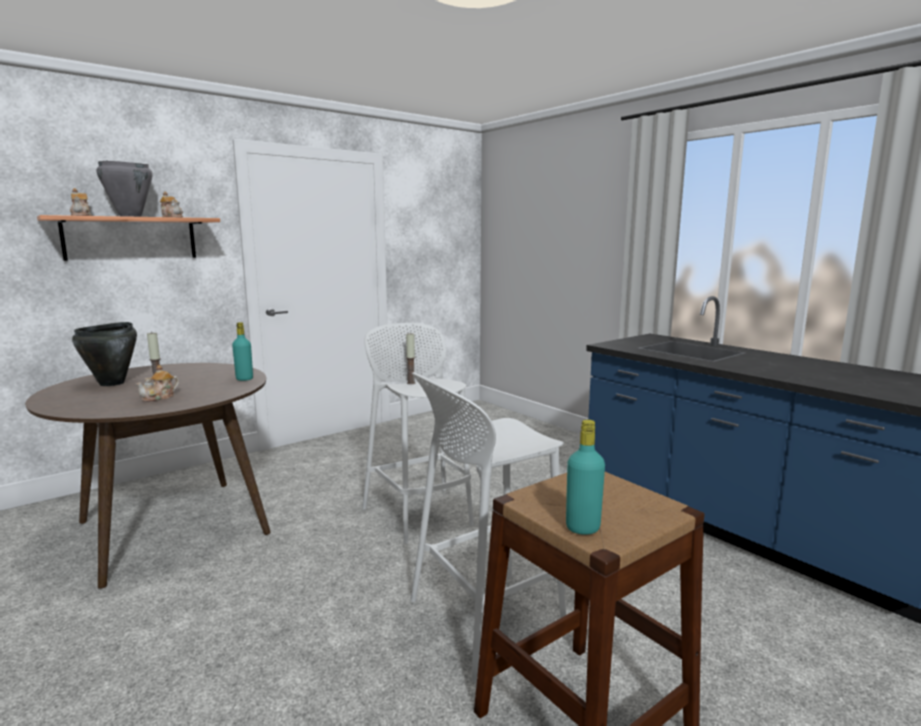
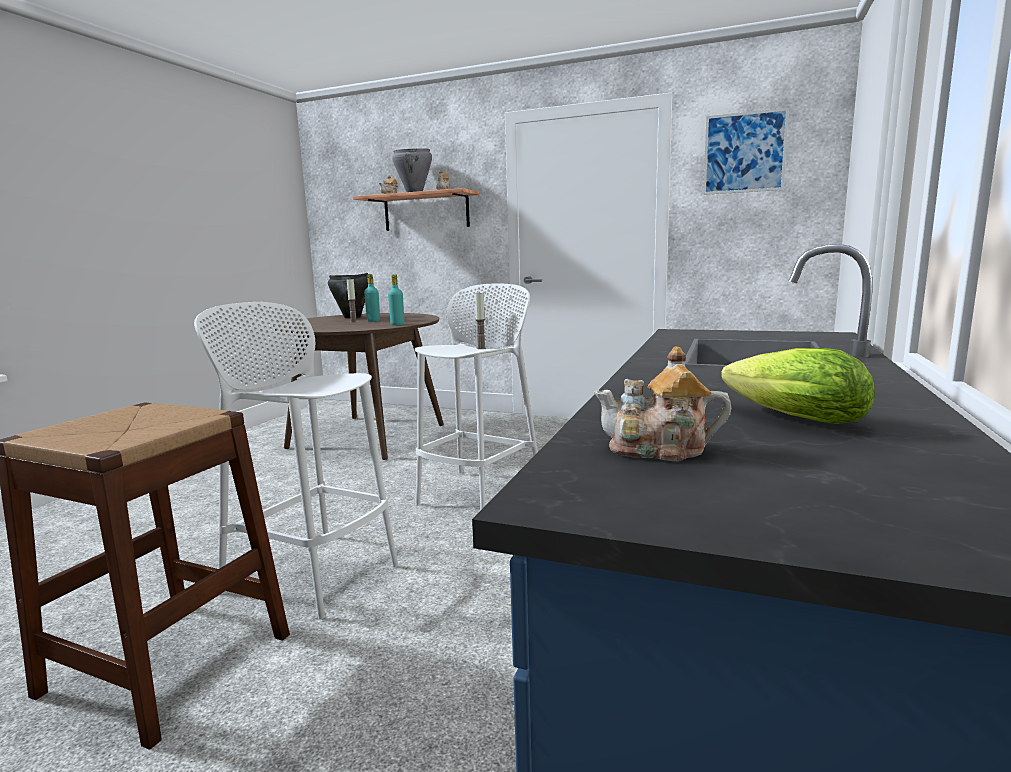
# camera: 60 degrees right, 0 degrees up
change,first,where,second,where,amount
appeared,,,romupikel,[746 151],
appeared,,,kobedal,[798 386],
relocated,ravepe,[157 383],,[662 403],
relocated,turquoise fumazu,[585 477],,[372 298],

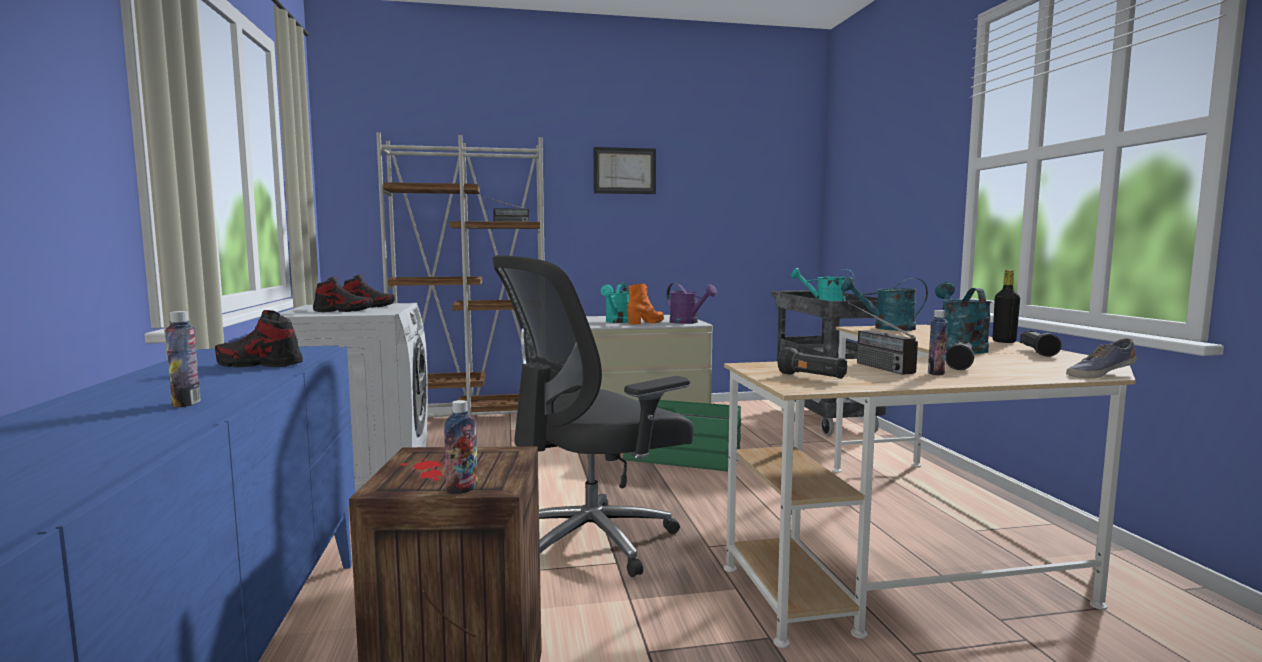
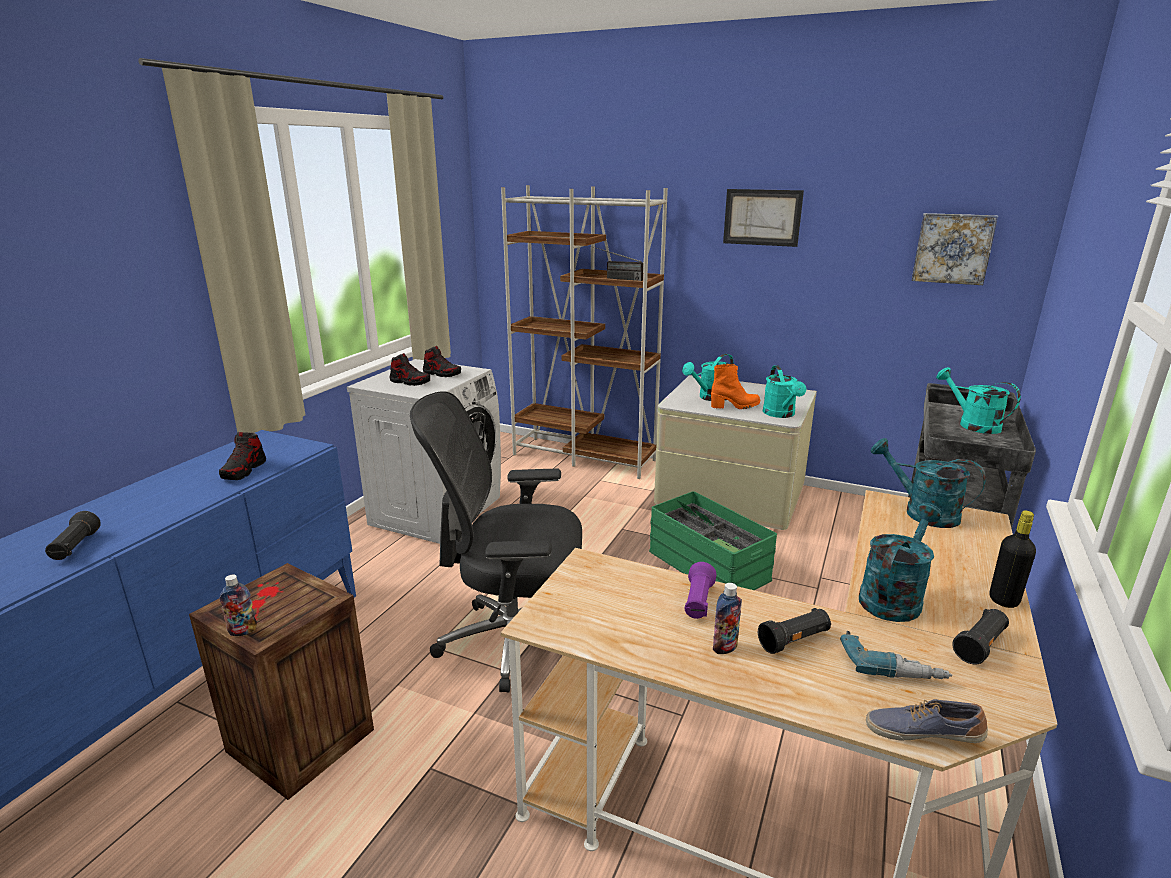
# camera: 35 degrees right, 15 degrees up
change,first,where,second,where,amount
missing,fumazu,[183 359],,,
appeared,,,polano,[896 655],
appeared,,,romupikel,[955 249],
relocated,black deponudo,[812 363],,[73 535],
exchanged,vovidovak,[883 338],purple deponudo,[700 590],
colour,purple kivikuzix,[692 303],turquoise kivikuzix,[784 391],
spun,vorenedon,[259 338],,[242 456],120 degrees counterclockwise

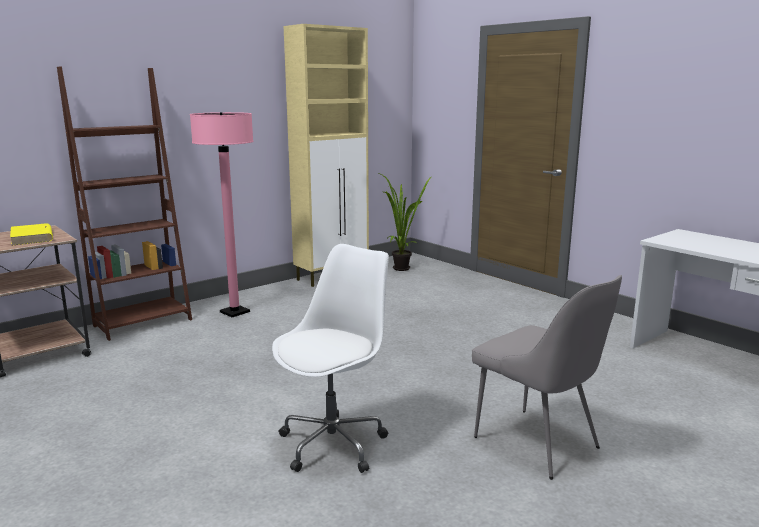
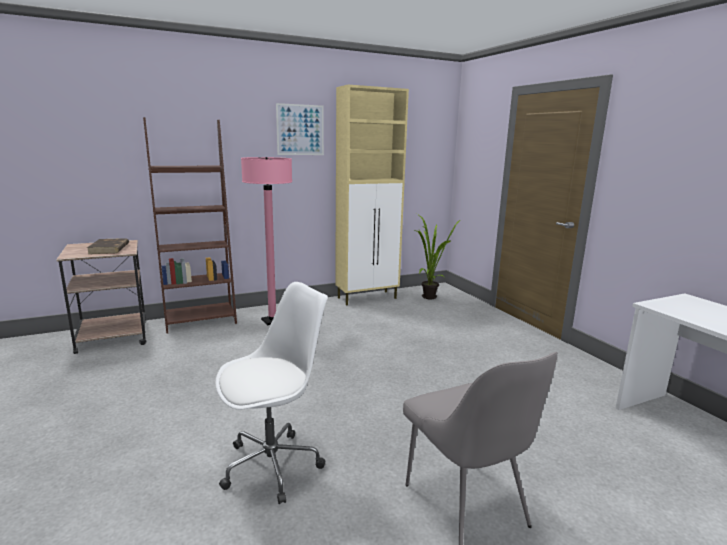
# camera: 15 degrees right, 0 degrees up
change,first,where,second,where,amount
appeared,,,romupikel,[300 129],
colour,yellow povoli,[31 234],brown povoli,[108 246],

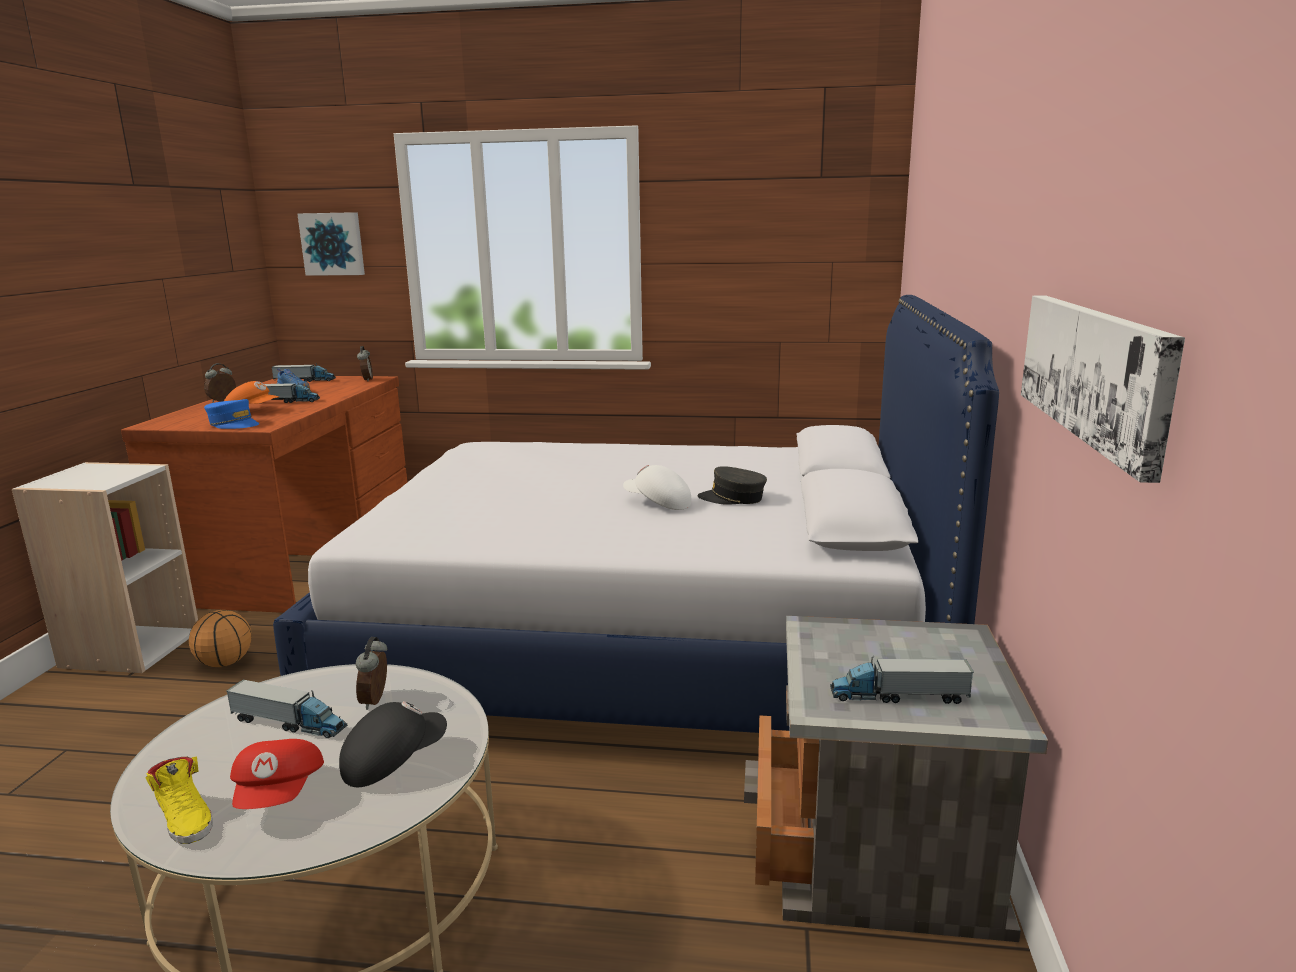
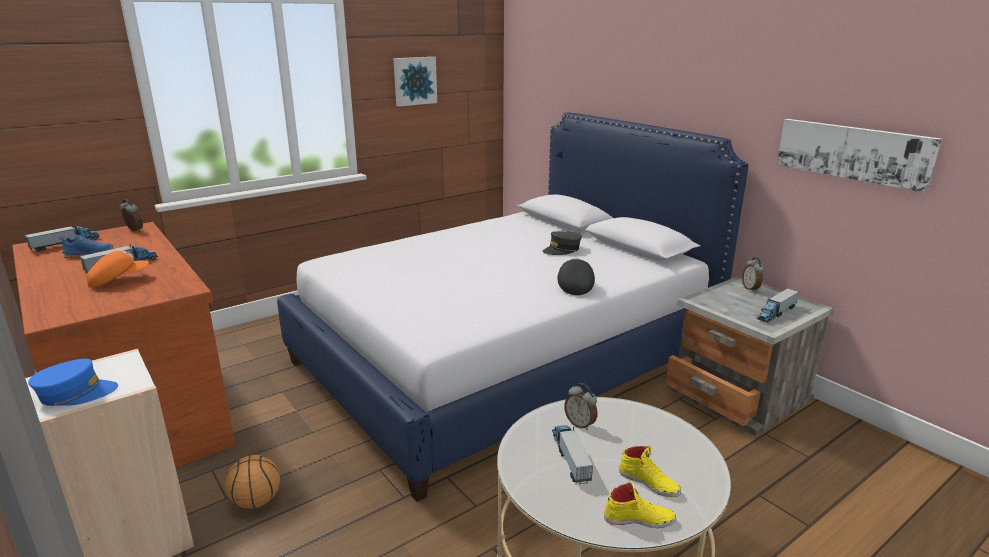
# camera: 45 degrees left, 5 degrees up
change,first,where,second,where,amount
missing,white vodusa,[657 487],,,
relocated,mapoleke,[220 382],,[753 274],
relocated,blue vodusa,[231 414],,[73 382],
relocated,romupikel,[331 244],,[415 81],
relocated,black vodusa,[393 744],,[576 276],
exchanged,red vodusa,[277 774],yellow vorenedon,[650 471],
spun,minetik,[286 708],,[572 454],75 degrees counterclockwise

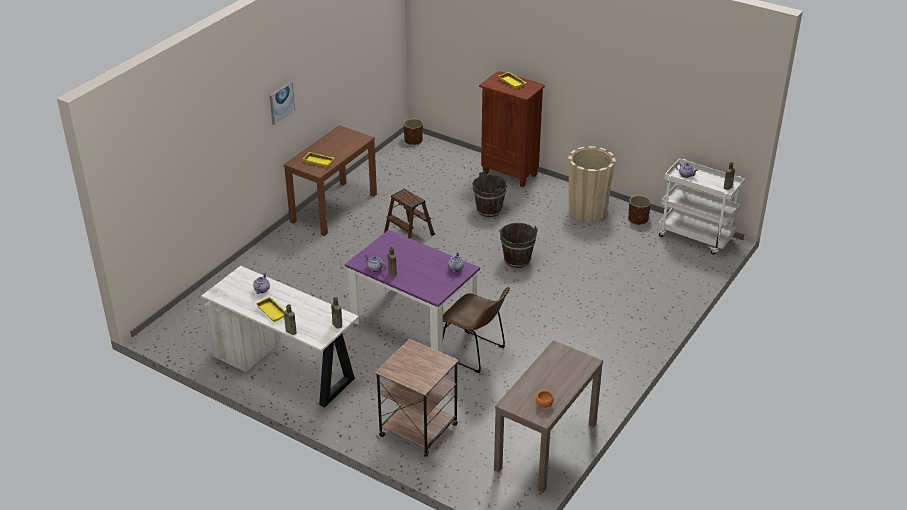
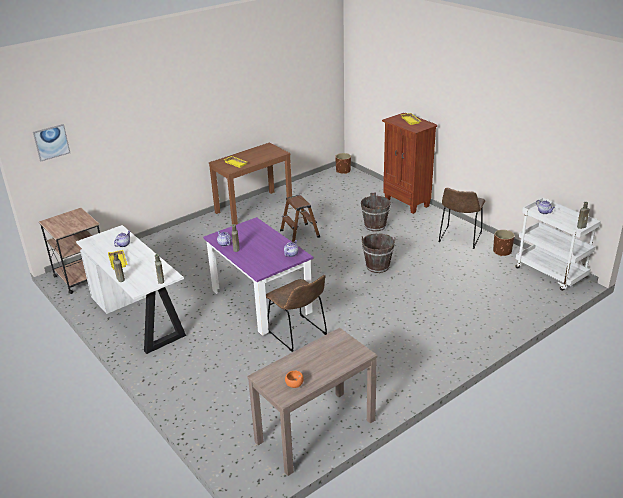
# camera: 20 degrees right, 5 degrees down
change,first,where,second,where,amount
relocated,romupikel,[282 103],,[51 142],
relocated,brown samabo,[417 398],,[69 251],
exchanged,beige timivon,[592 184],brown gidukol,[462 218],

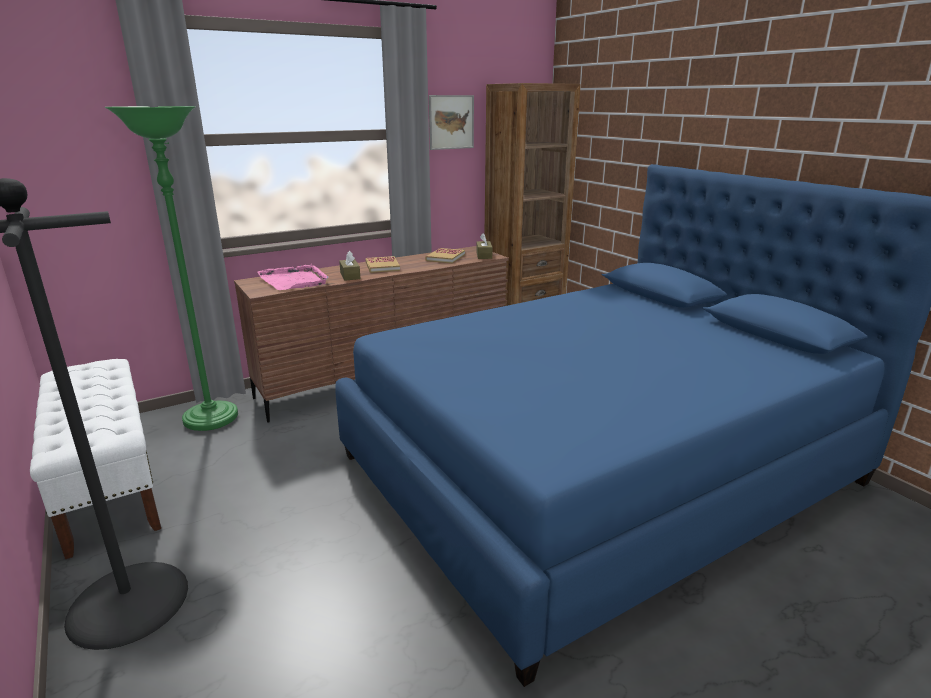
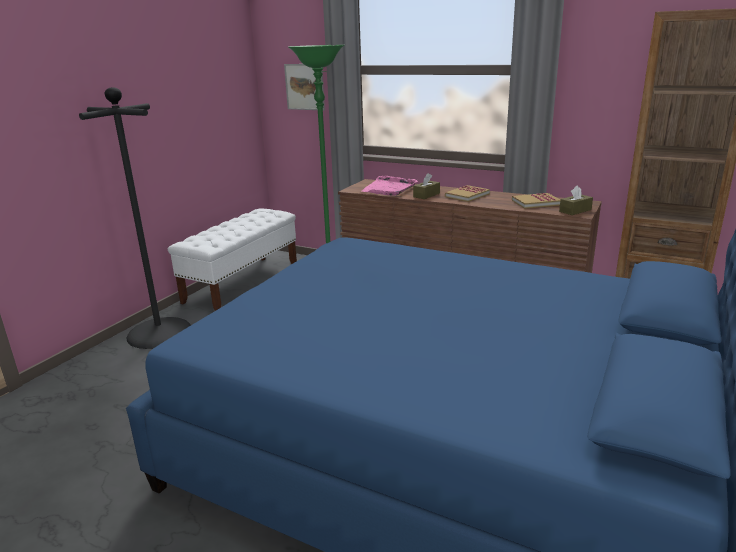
# camera: 60 degrees right, 0 degrees up
change,first,where,second,where,amount
relocated,romupikel,[451 122],,[304 87],

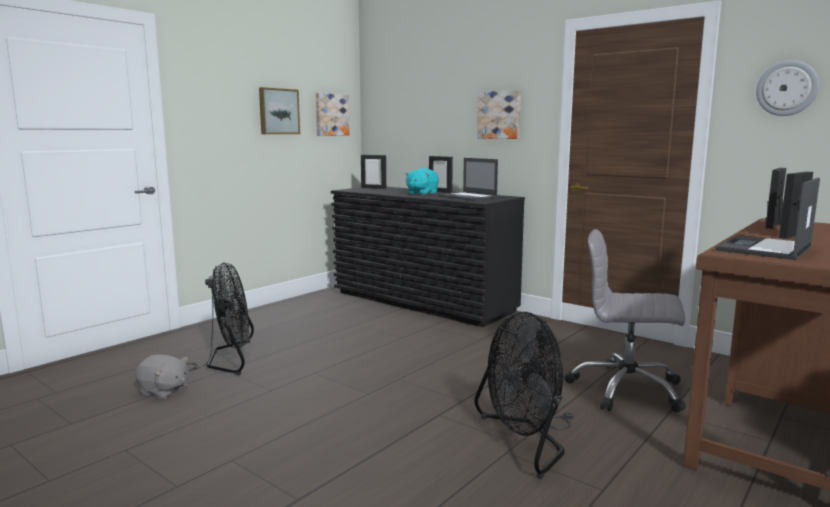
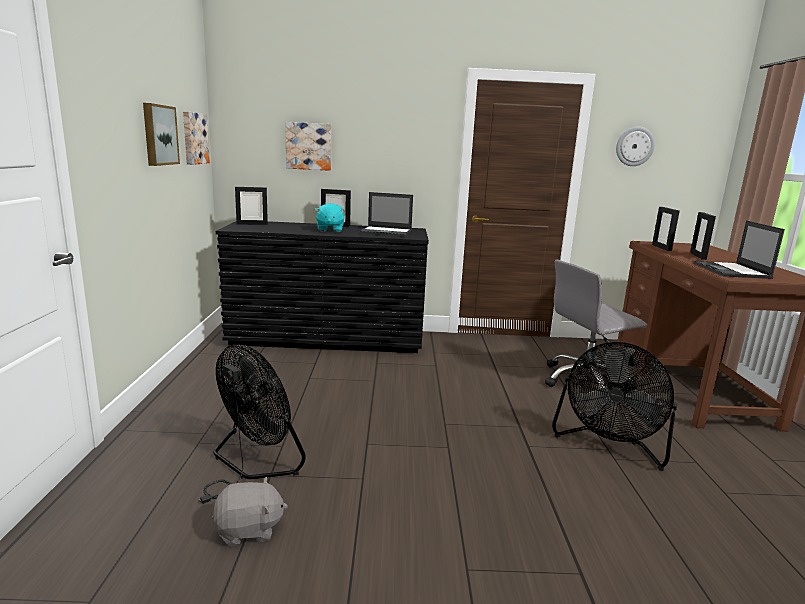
# camera: 40 degrees left, 5 degrees up
change,first,where,second,where,amount
relocated,romupikel,[499 114],,[308 146],

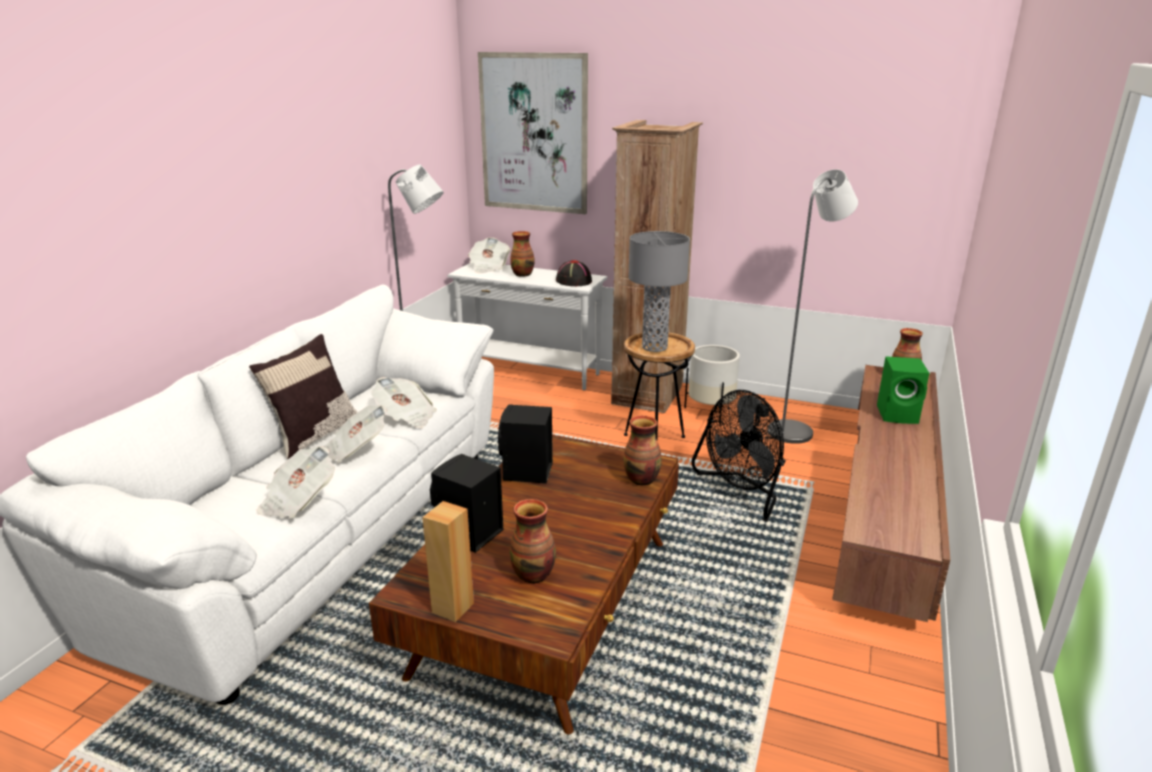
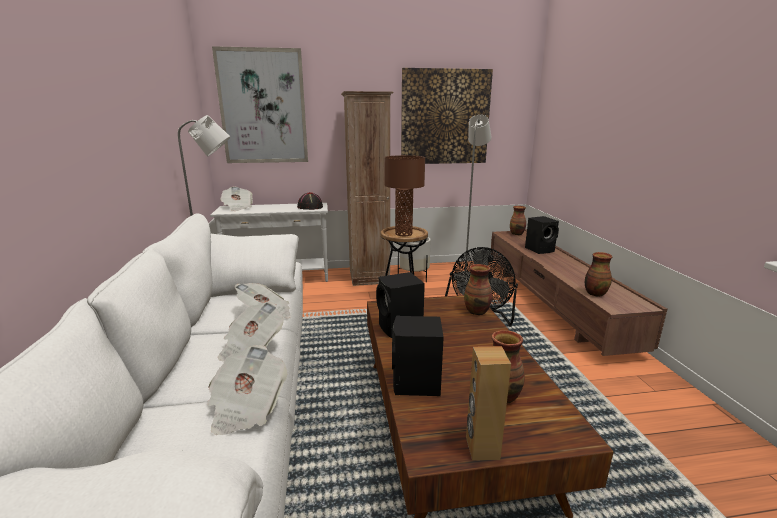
# camera: 30 degrees left, 5 degrees down
change,first,where,second,where,amount
missing,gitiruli,[303 396],,,
appeared,,,romupikel,[447 116],
relocated,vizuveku,[522 254],,[598 274],
colour,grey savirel,[659 291],brown savirel,[404 195],
colour,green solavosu,[903 390],black solavosu,[542 235],

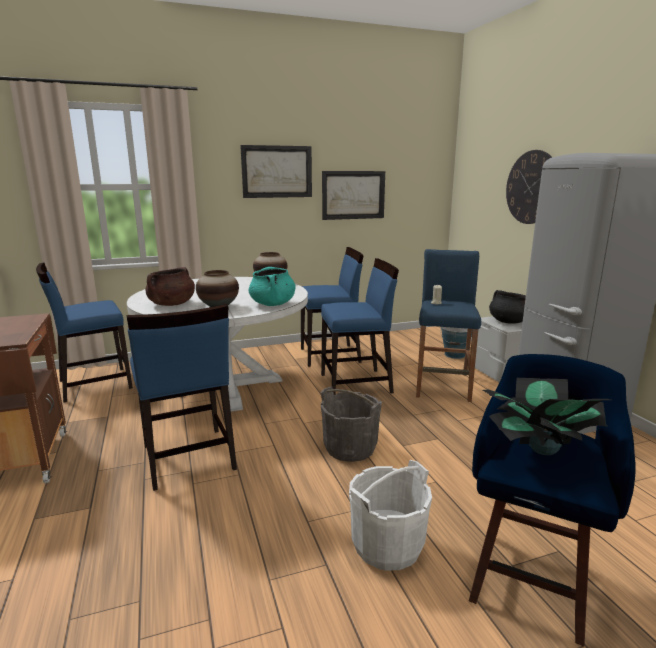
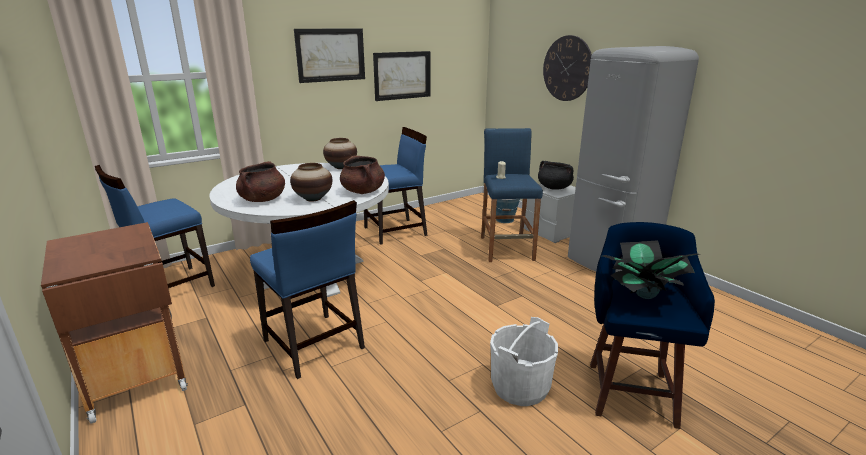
# camera: 15 degrees left, 5 degrees up
change,first,where,second,where,amount
missing,blue gidukol,[360 326],,,
missing,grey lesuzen,[351 424],,,
colour,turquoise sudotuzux,[272 286],brown sudotuzux,[362 175],

